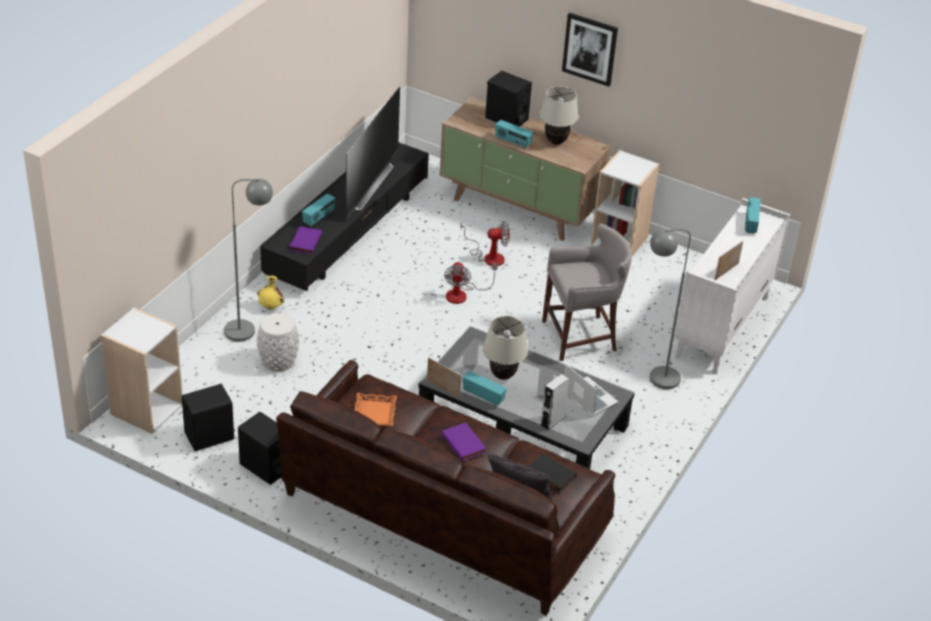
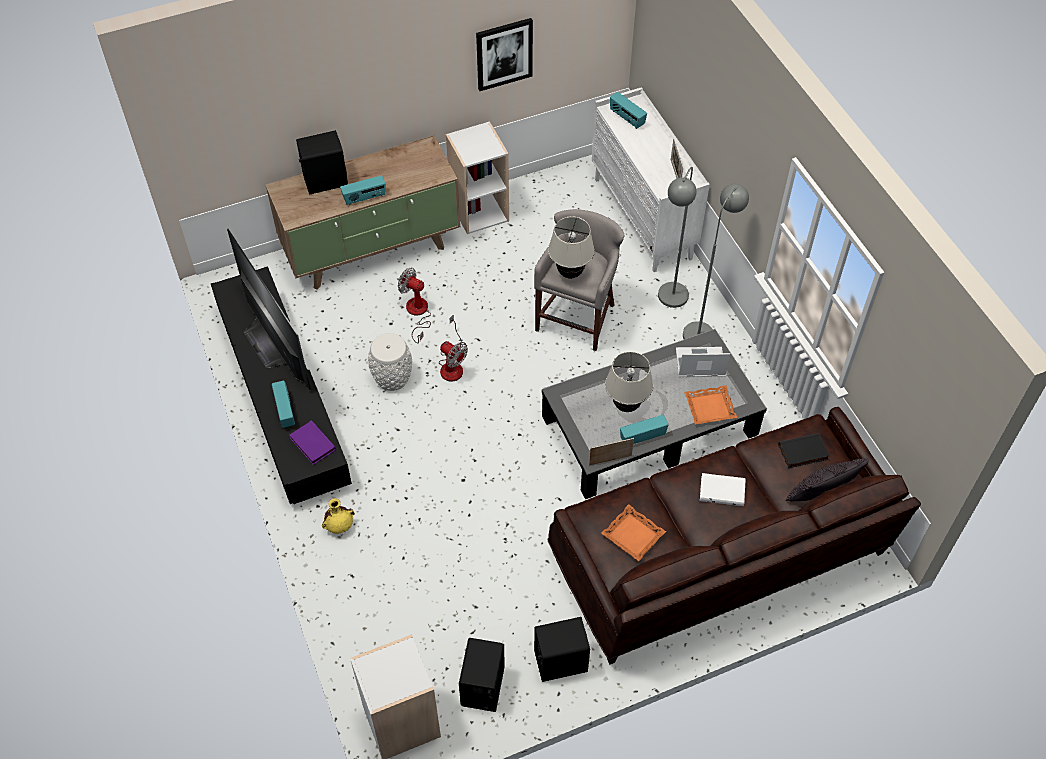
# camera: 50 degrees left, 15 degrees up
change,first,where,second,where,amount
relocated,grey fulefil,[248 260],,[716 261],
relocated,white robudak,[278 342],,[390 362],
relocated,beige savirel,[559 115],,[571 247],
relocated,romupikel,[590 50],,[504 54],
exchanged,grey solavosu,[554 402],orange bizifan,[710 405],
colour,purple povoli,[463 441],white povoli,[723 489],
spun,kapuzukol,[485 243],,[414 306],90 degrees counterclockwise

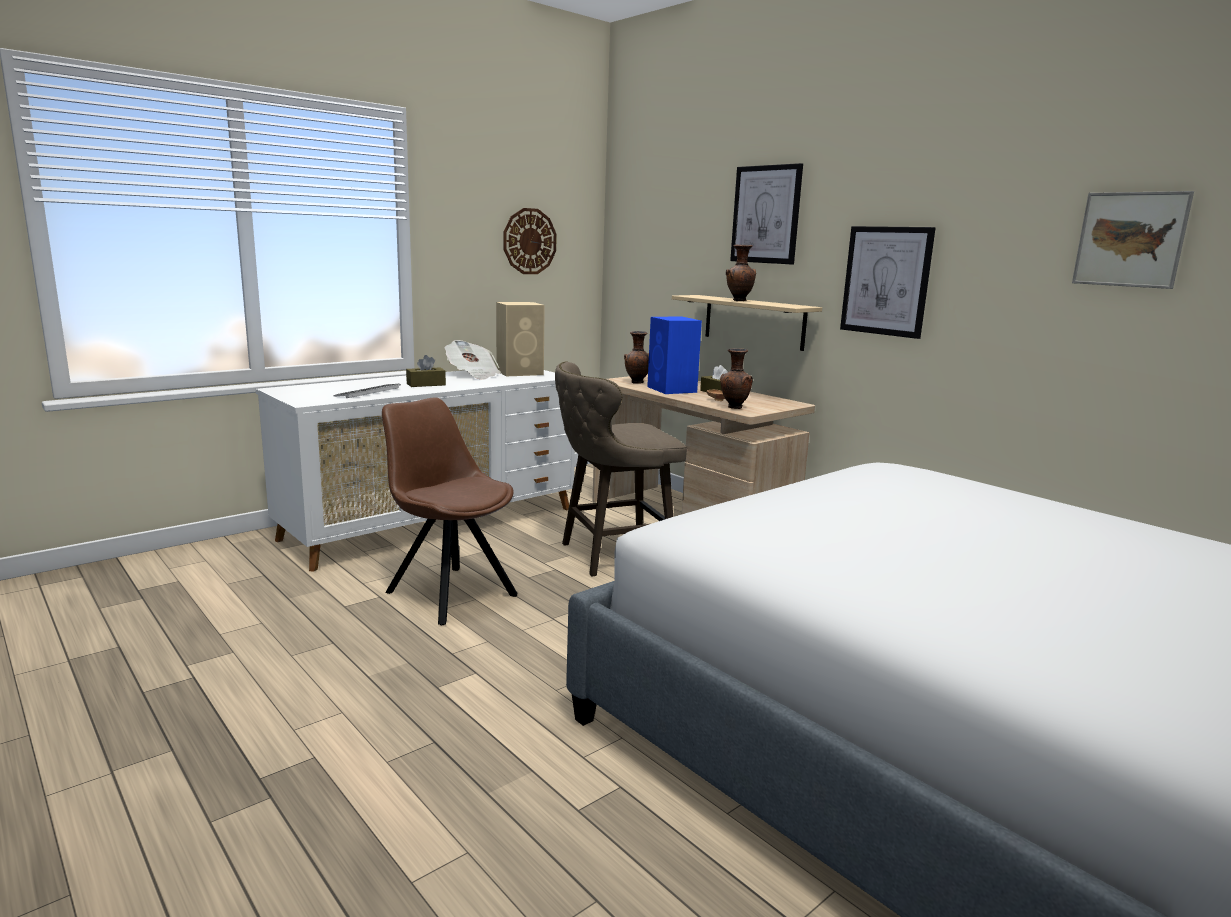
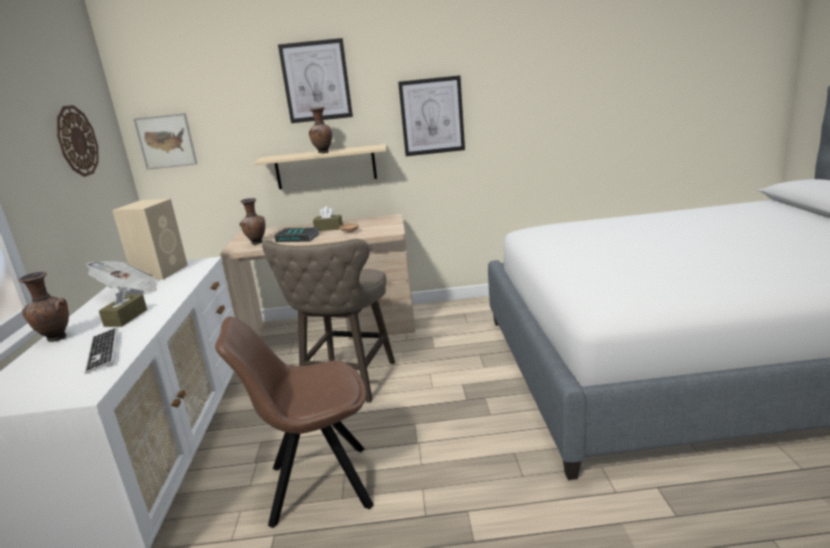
# camera: 50 degrees left, 5 degrees up
change,first,where,second,where,amount
relocated,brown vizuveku,[736 378],,[43 306],
relocated,romupikel,[1133 240],,[165 141],
exchanged,blue solavosu,[674 355],povoli,[296 234],

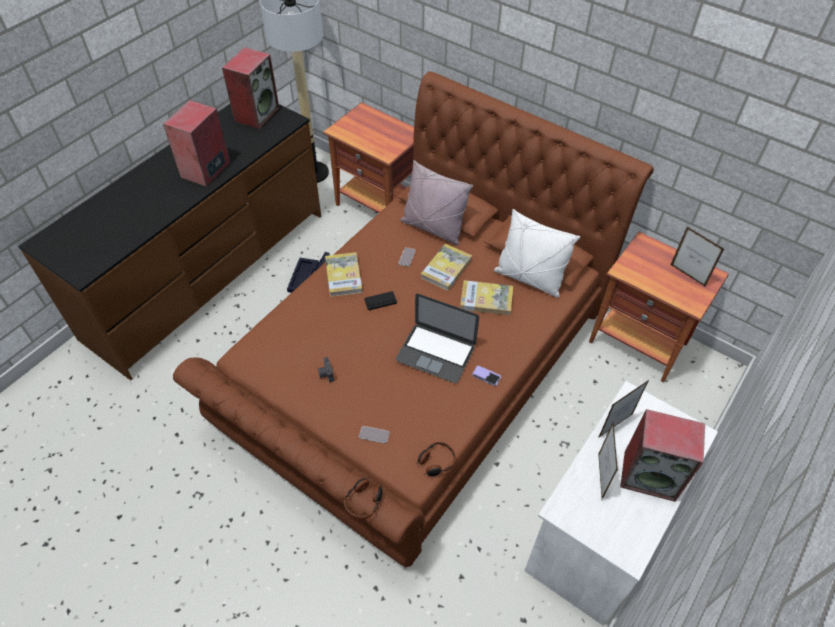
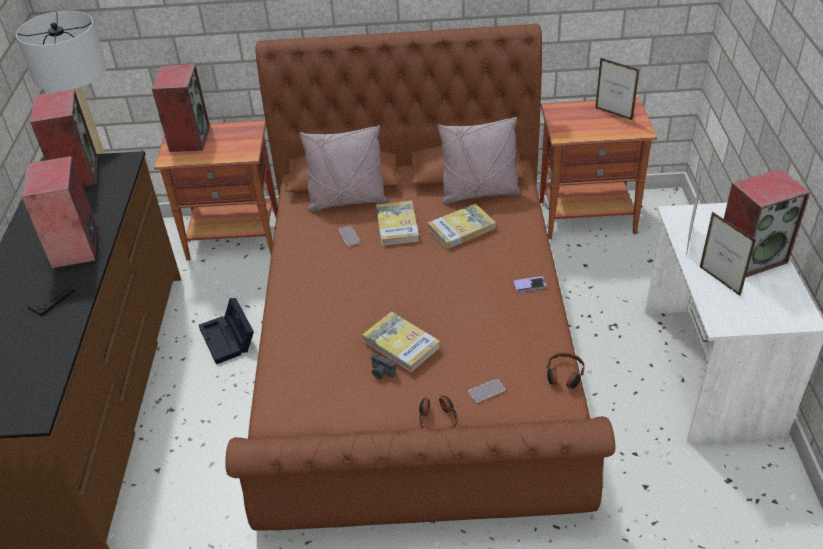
# camera: 35 degrees left, 10 degrees down
change,first,where,second,where,amount
missing,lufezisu,[437 338],,,
appeared,,,solavosu,[181 108],
relocated,povoli,[344 274],,[401 342],
relocated,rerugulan,[363 498],,[438 413],
relocated,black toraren,[380 300],,[51 299],
colour,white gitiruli,[537 253],purple gitiruli,[479 160],
spun,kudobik,[697 257],,[617 89],150 degrees counterclockwise

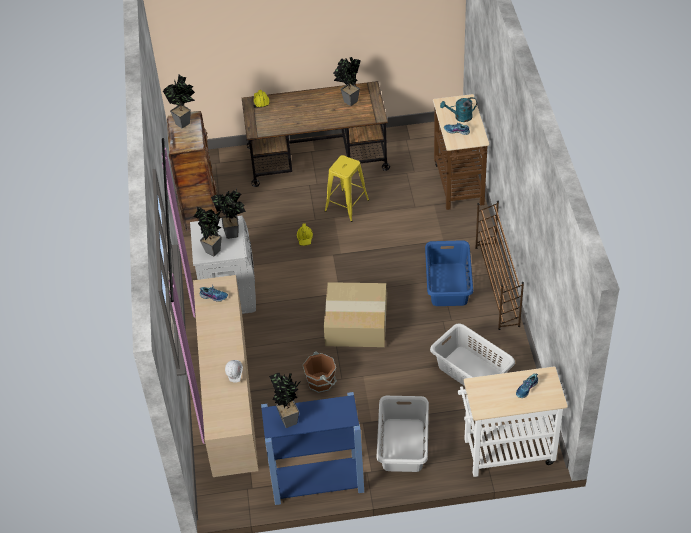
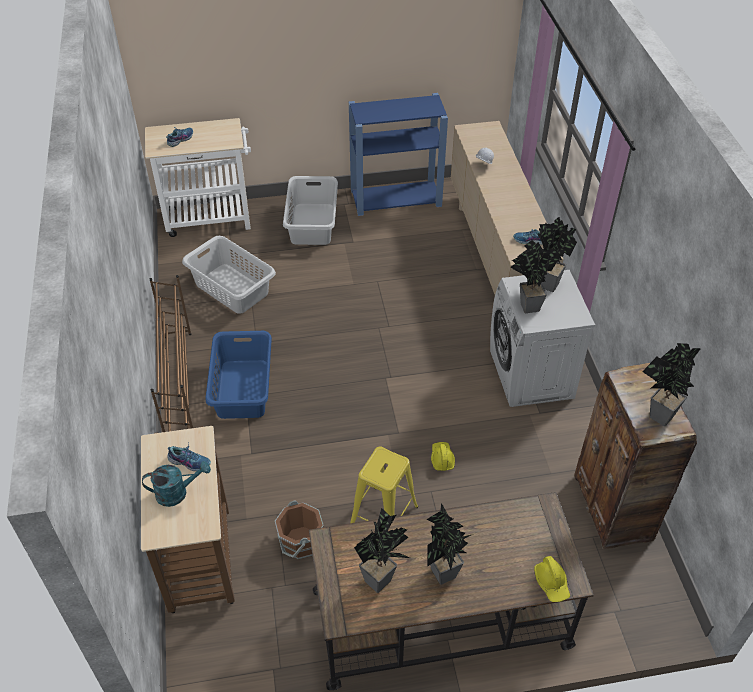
# camera: 175 degrees right, 0 degrees up
change,first,where,second,where,amount
missing,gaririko,[355 314],,,
relocated,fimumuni,[284 400],,[450 544],
relocated,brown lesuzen,[320 372],,[299 530],

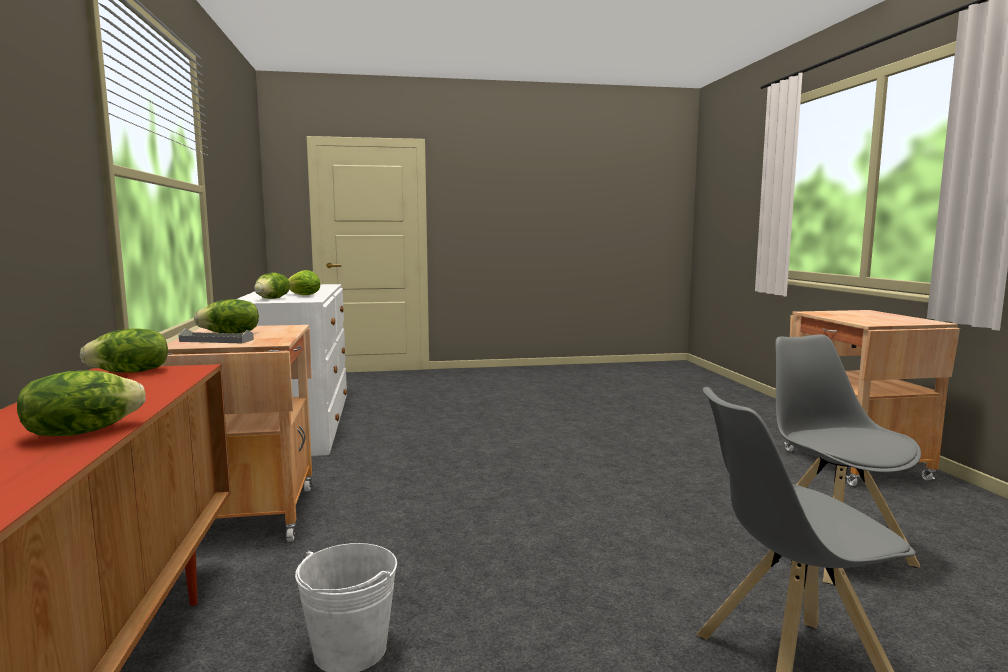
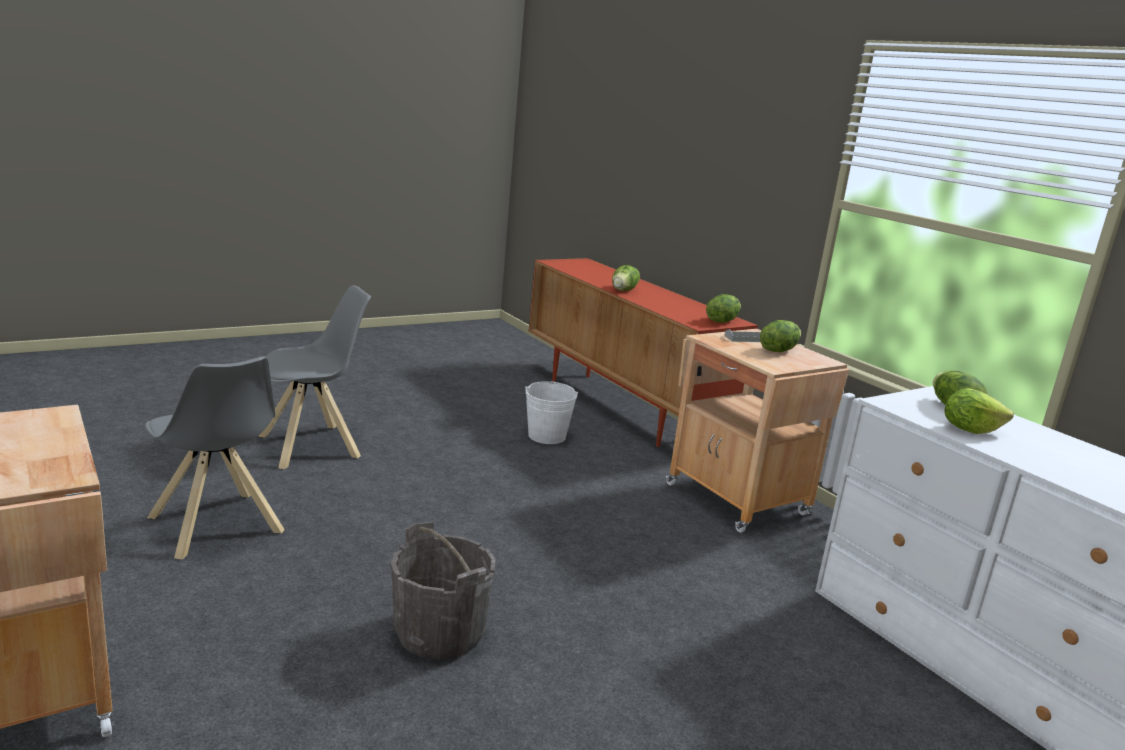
# camera: 155 degrees right, 10 degrees up
change,first,where,second,where,amount
appeared,,,grey lesuzen,[443 591],

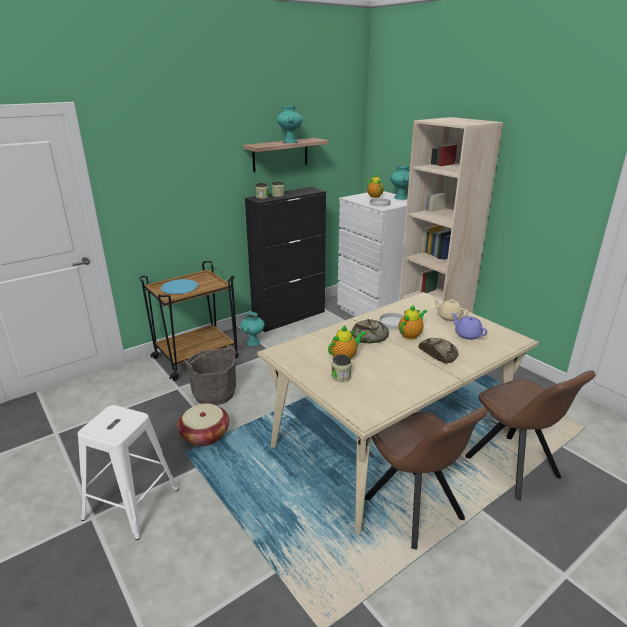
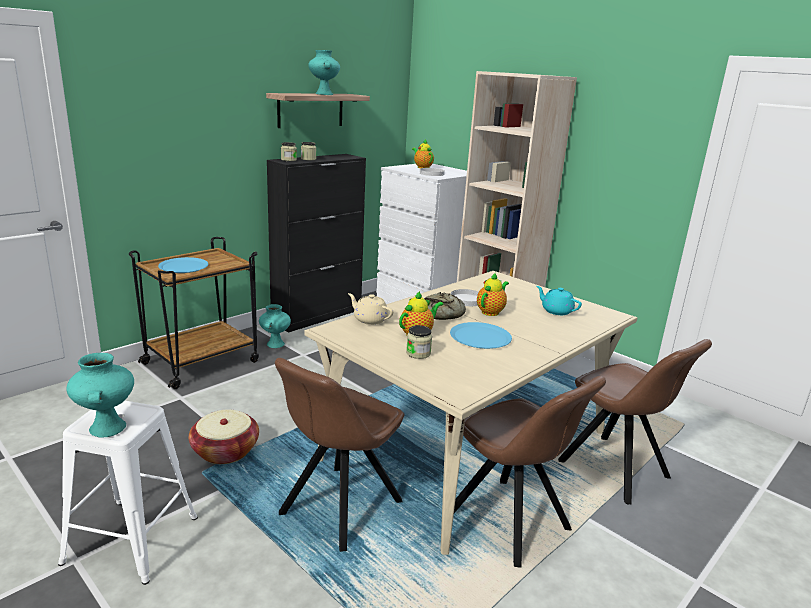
# camera: 10 degrees left, 5 degrees down
change,first,where,second,where,amount
missing,grey lesuzen,[210 375],,,
missing,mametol,[438 351],,,
appeared,,,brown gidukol,[339 455],
appeared,,,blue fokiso,[481 335],
relocated,turquoise vizuveku,[400 183],,[100 395],
relocated,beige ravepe,[451 309],,[370 309],
colour,purple ravepe,[470 326],turquoise ravepe,[559 300],

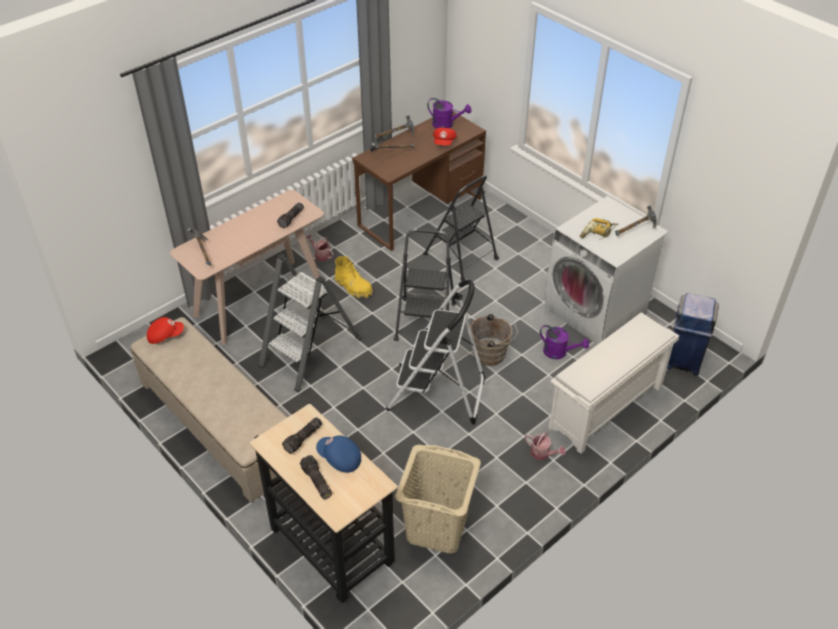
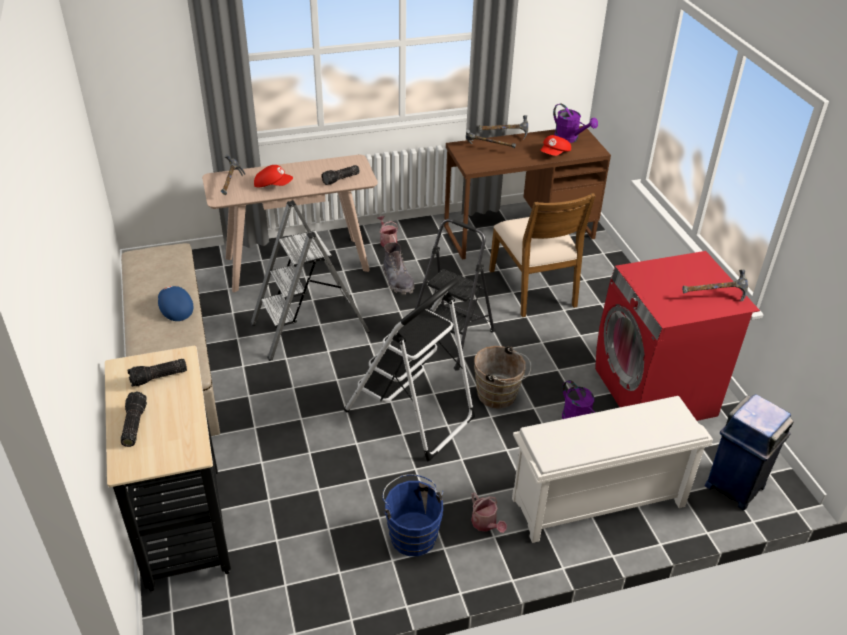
# camera: 25 degrees right, 5 degrees down
change,first,where,second,where,amount
missing,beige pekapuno,[438 499],,,
missing,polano,[599 229],,,
appeared,,,blue lesuzen,[413 515],
relocated,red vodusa,[165 330],,[273 176],
relocated,blue vodusa,[338 454],,[175 303],
exchanged,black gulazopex,[461 228],brown gidukol,[542 255],
colour,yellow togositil,[354 277],grey togositil,[398 268],
colour,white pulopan,[607 270],red pulopan,[677 336],

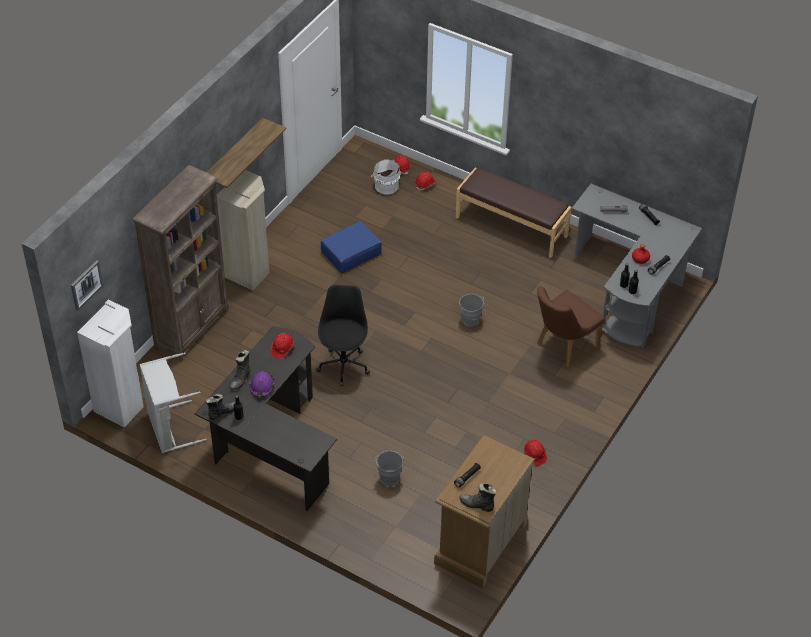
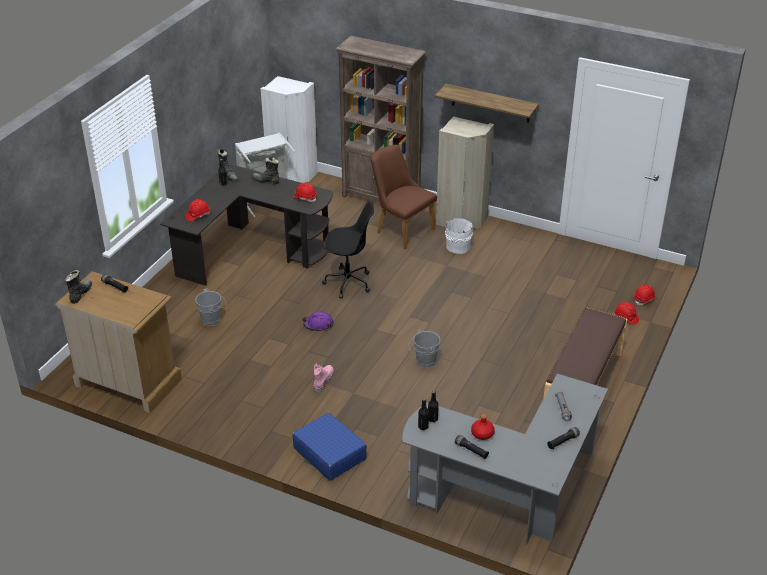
# camera: 85 degrees right, 10 degrees down
change,first,where,second,where,amount
missing,romupikel,[87 285],,,
appeared,,,pink togositil,[324 378],
relocated,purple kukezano,[261 384],,[318 322],
relocated,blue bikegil,[351 247],,[329 447],
relocated,white lesuzen,[385 177],,[460 236],
relocated,red kukezano,[535 453],,[197 210],
relocated,brown gidukol,[571 327],,[404 197],

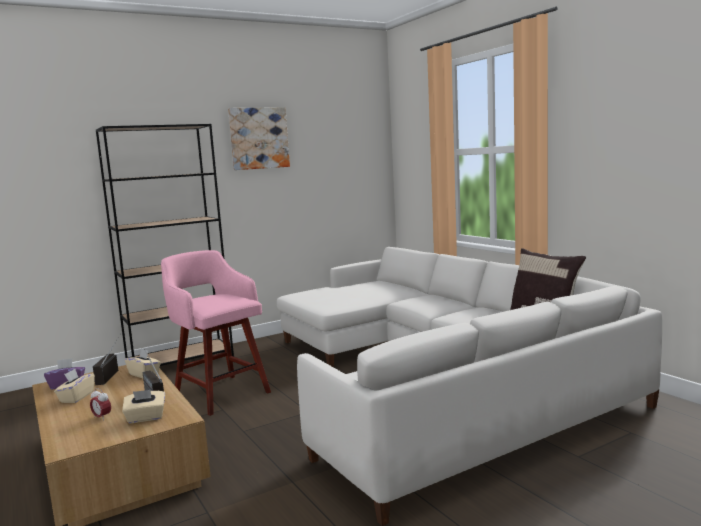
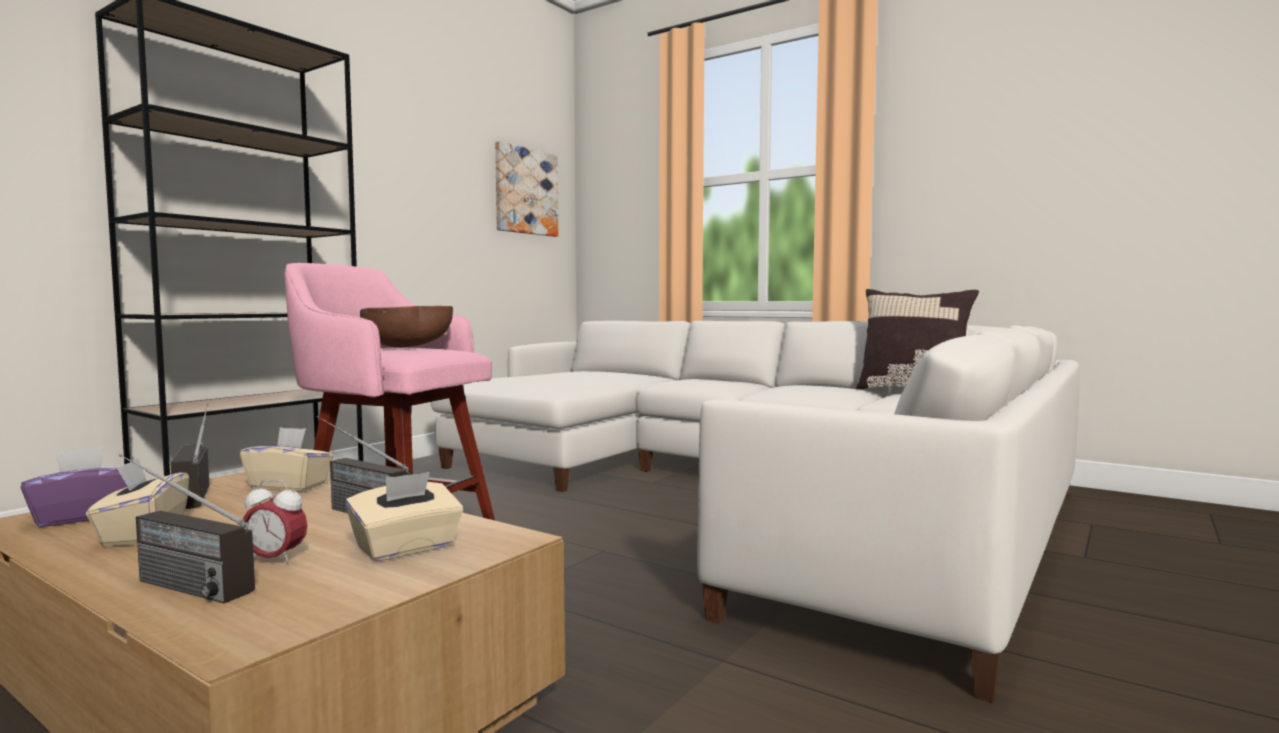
# camera: 25 degrees left, 5 degrees down
change,first,where,second,where,amount
appeared,,,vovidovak,[187 528],
appeared,,,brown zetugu,[406 327],
relocated,romupikel,[259 138],,[526 189],

